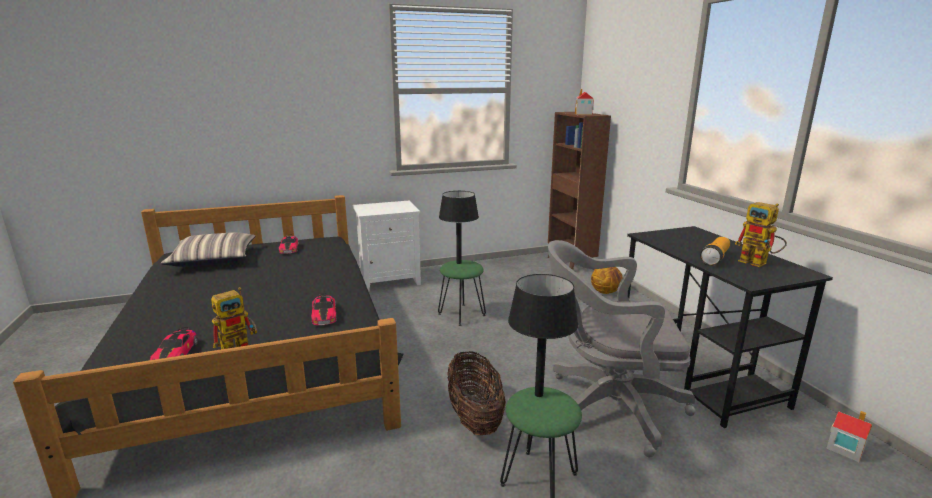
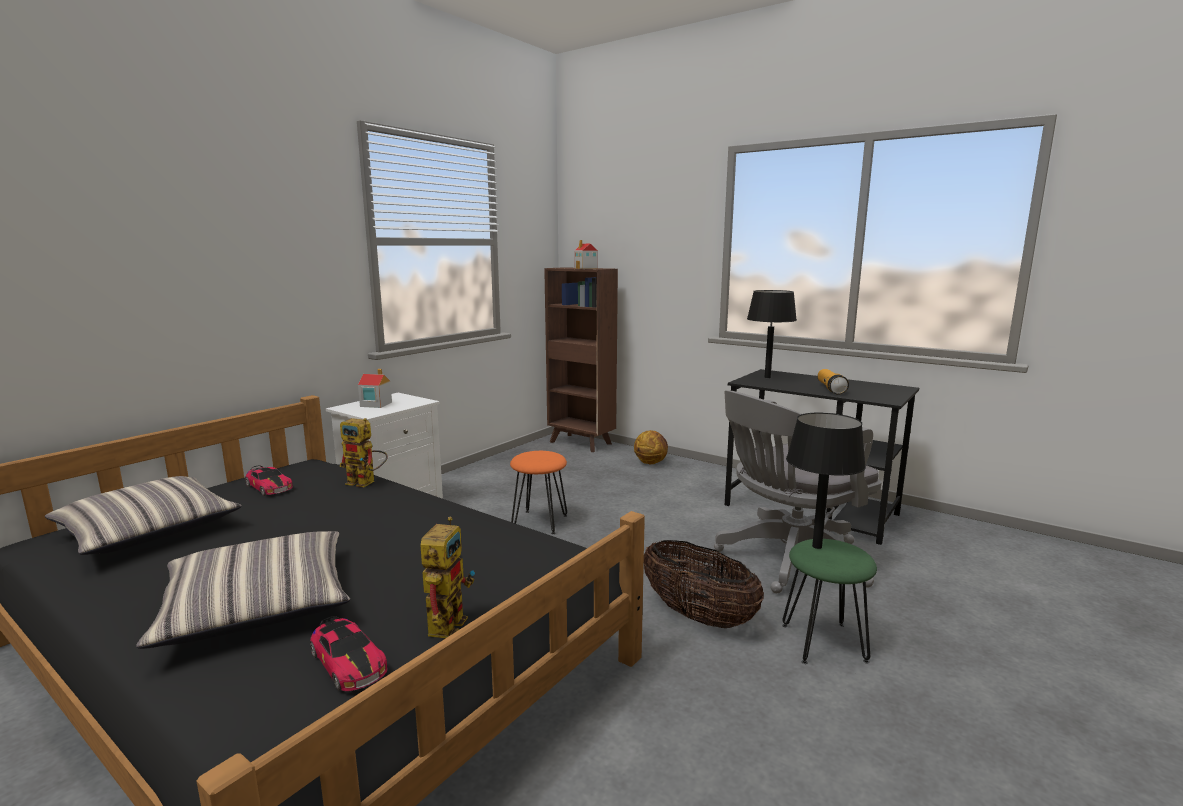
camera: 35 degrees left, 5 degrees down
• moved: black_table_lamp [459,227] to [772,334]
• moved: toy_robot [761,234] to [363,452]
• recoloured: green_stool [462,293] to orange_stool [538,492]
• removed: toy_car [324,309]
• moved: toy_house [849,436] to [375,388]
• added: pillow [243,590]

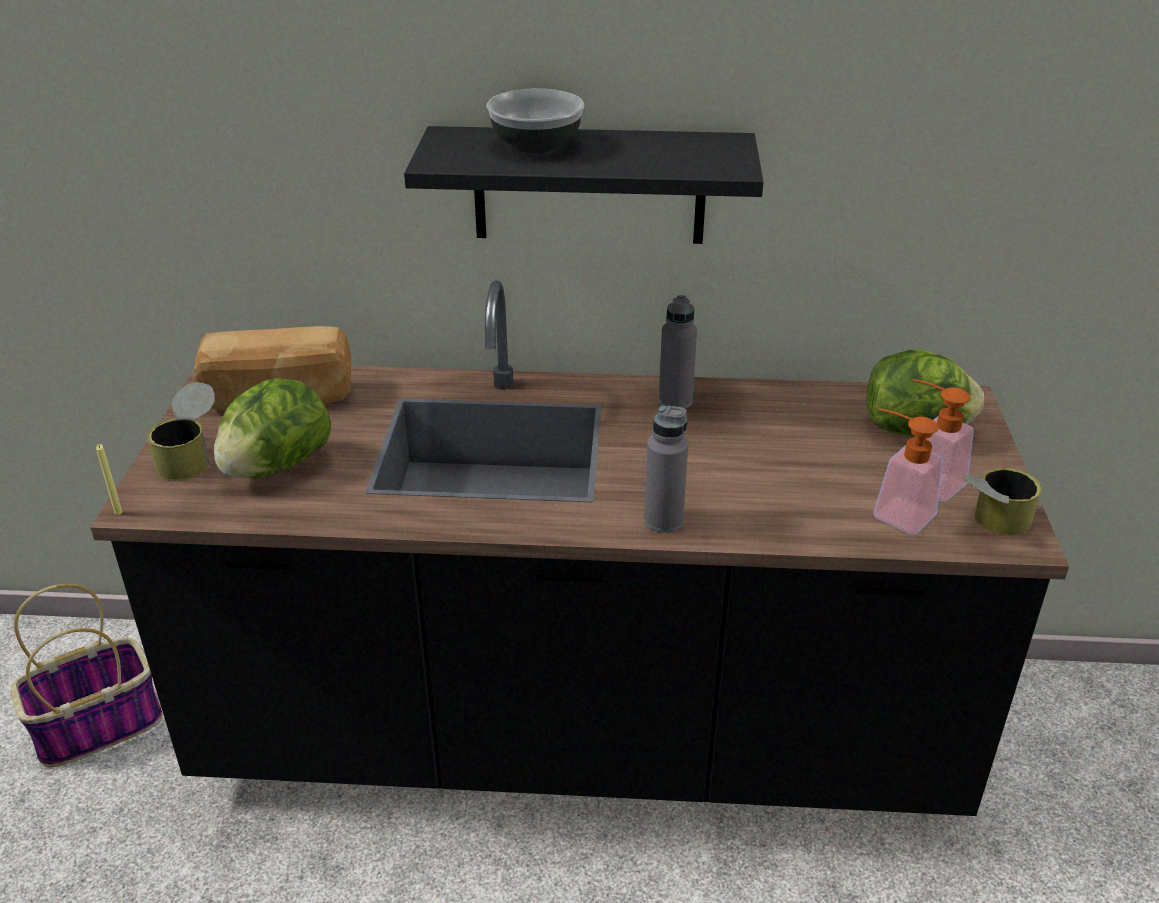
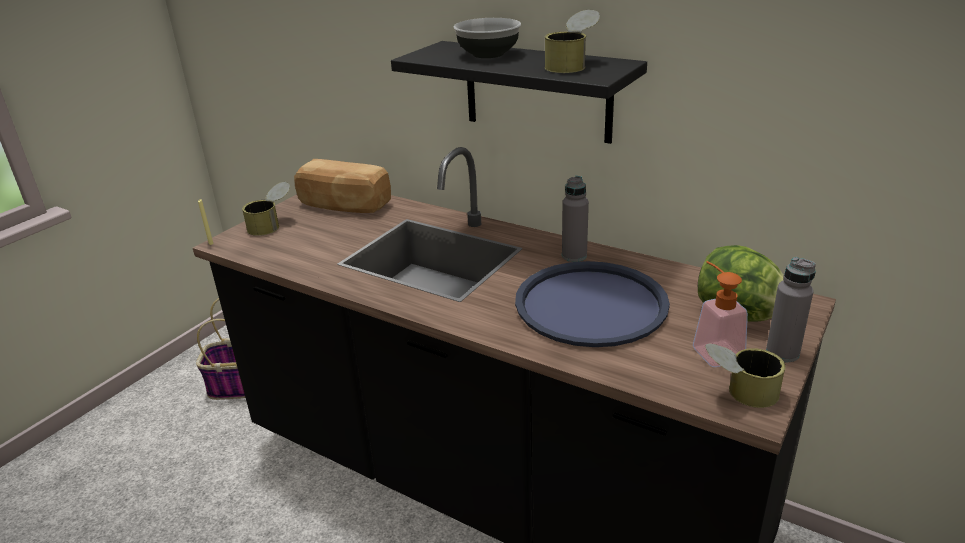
camera: 30 degrees right, 5 degrees down
• removed: lettuce [272,428]
• moved: grey_bottle [666,469] to [791,309]
• removed: soap_dispenser [908,471]
• added: can [572,41]
• added: blue_tray [592,304]

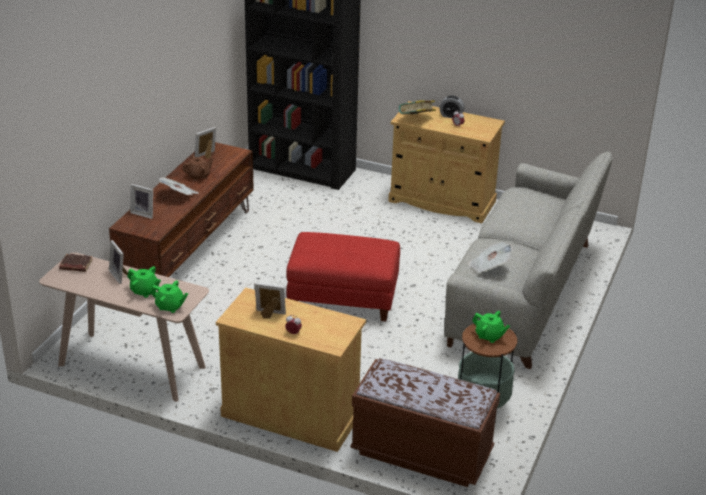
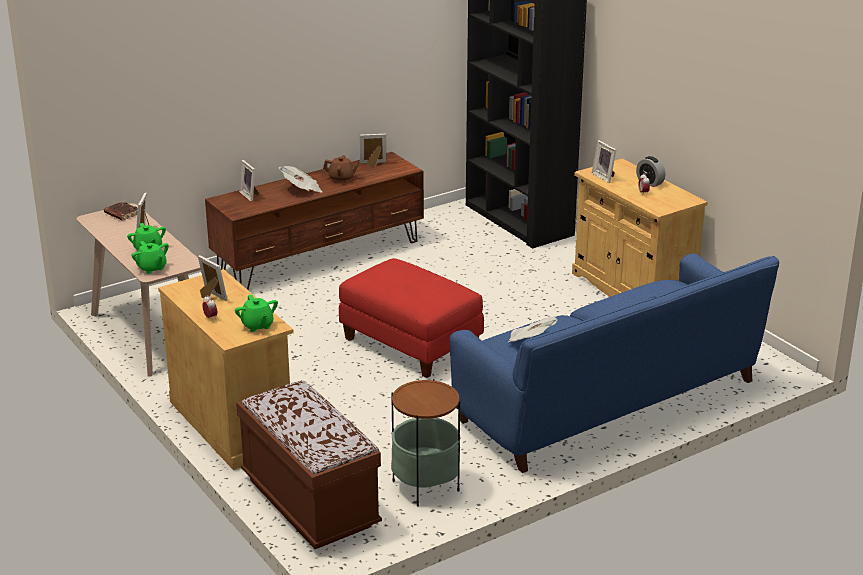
camera: 35 degrees right, 5 degrees down
• replaced: book [417,107] to picture_frame [604,161]
• recoloured: grey_sofa [528,260] to blue_sofa [614,363]
• moved: green_teapot [491,327] to [256,313]

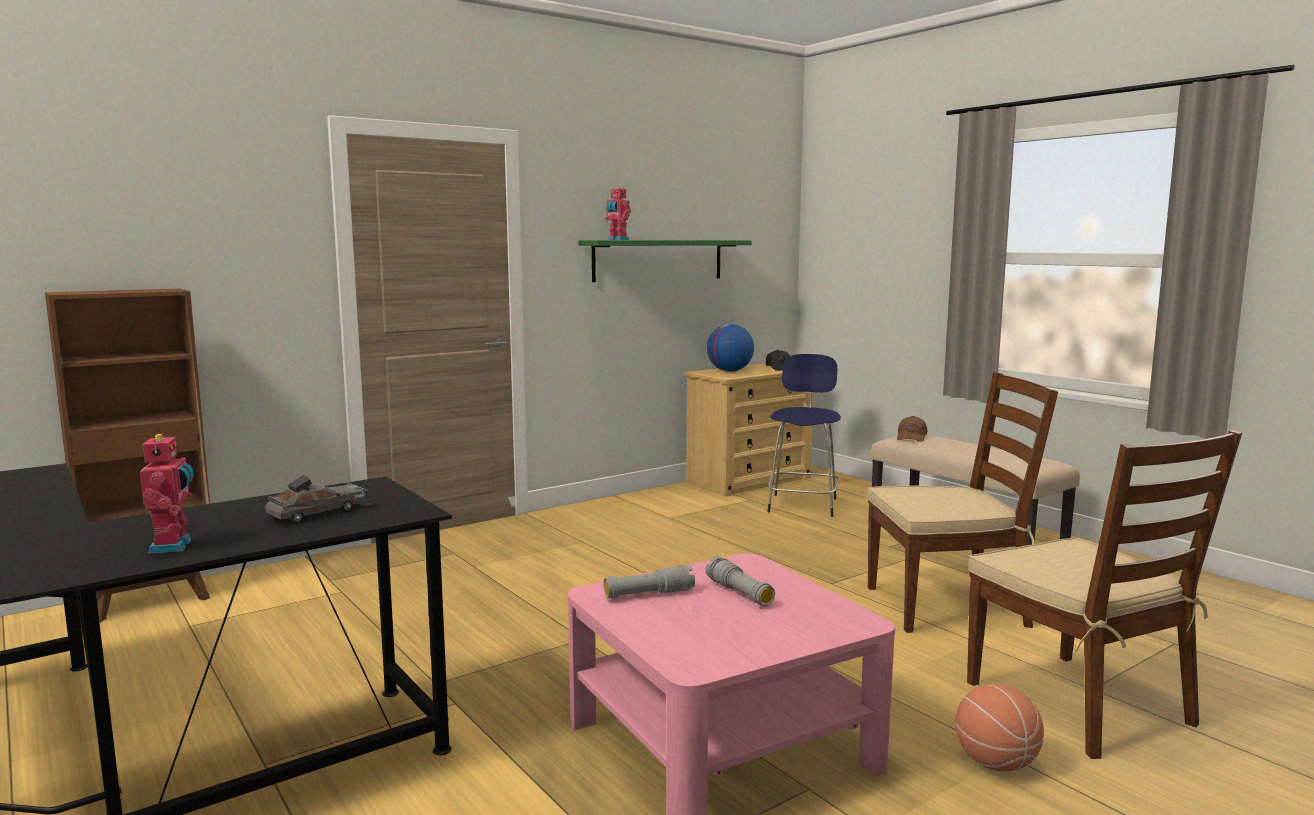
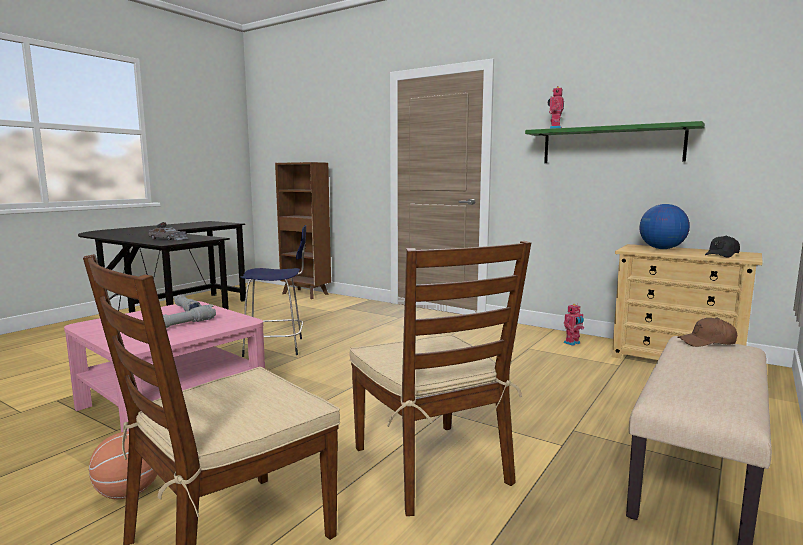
camera: 70 degrees right, 0 degrees up
• moved: blue_stool [804,435] to [273,291]
• moved: toy_robot [167,493] to [574,325]

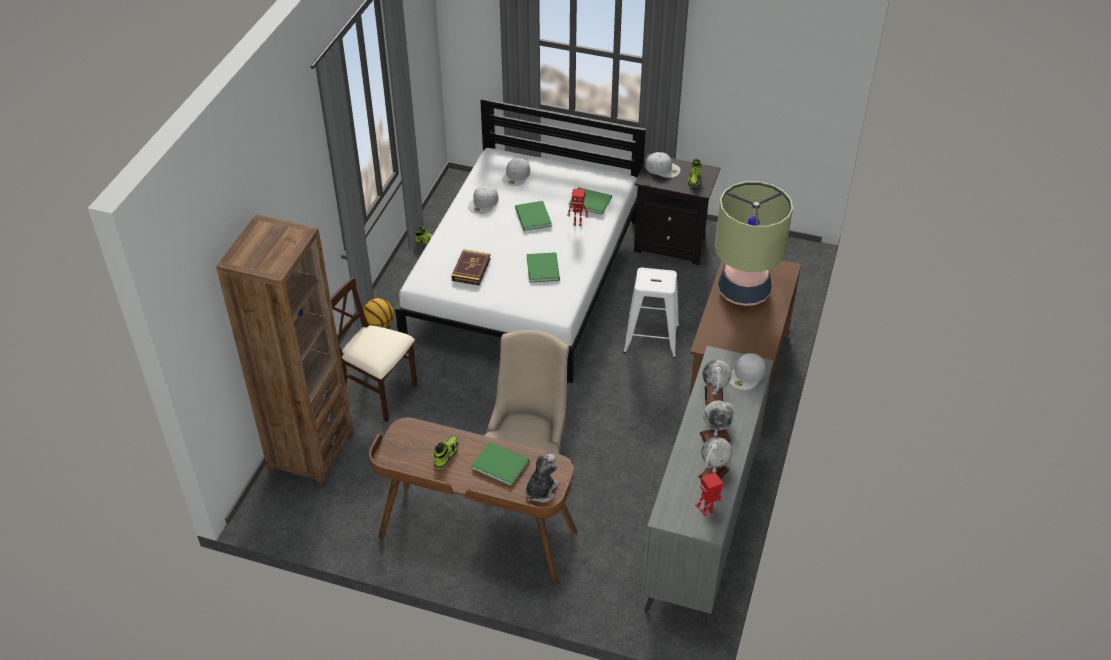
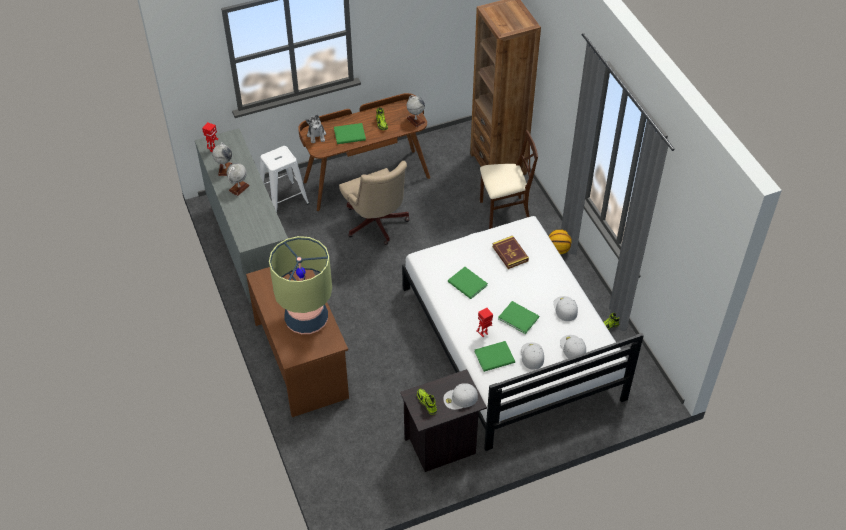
camera: 140 degrees right, 5 degrees up
• moved: white_stool [651,312] to [284,179]
• moved: white_cap [747,371] to [532,356]
• moved: globe [717,383] to [415,111]

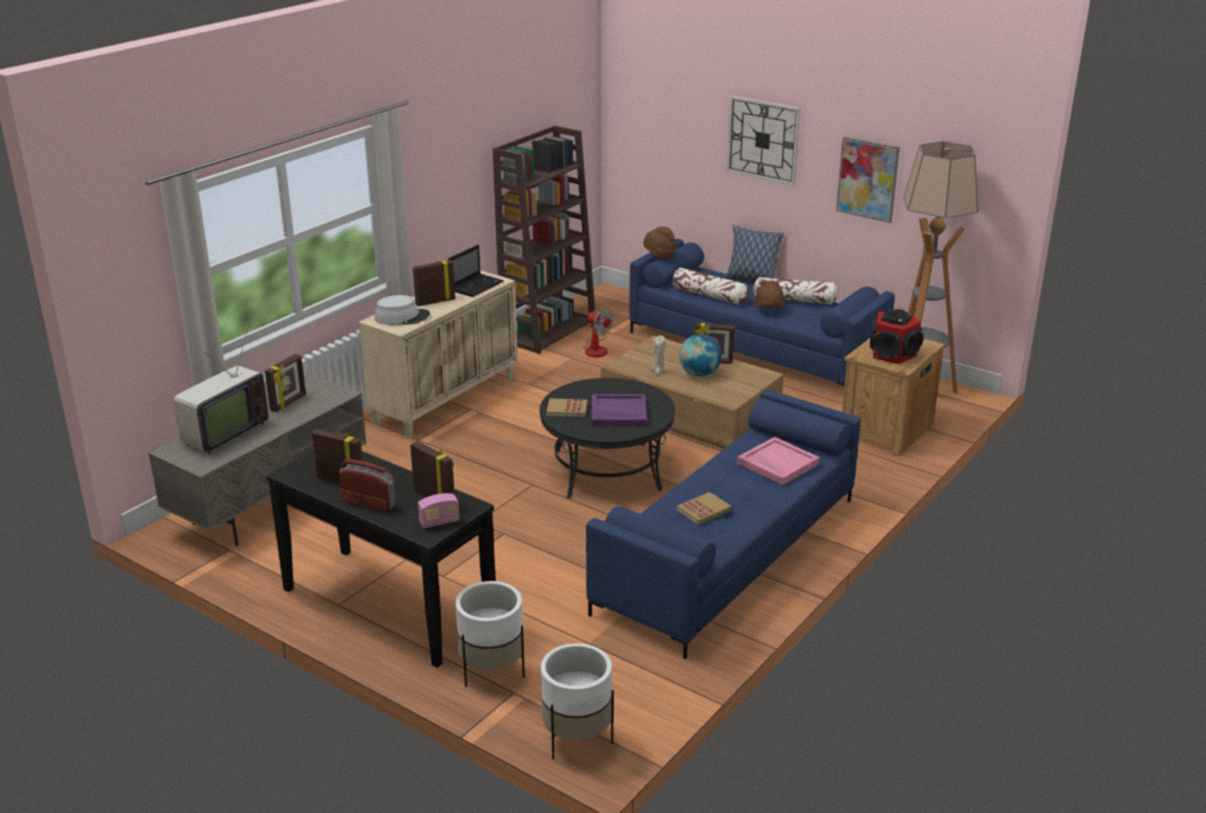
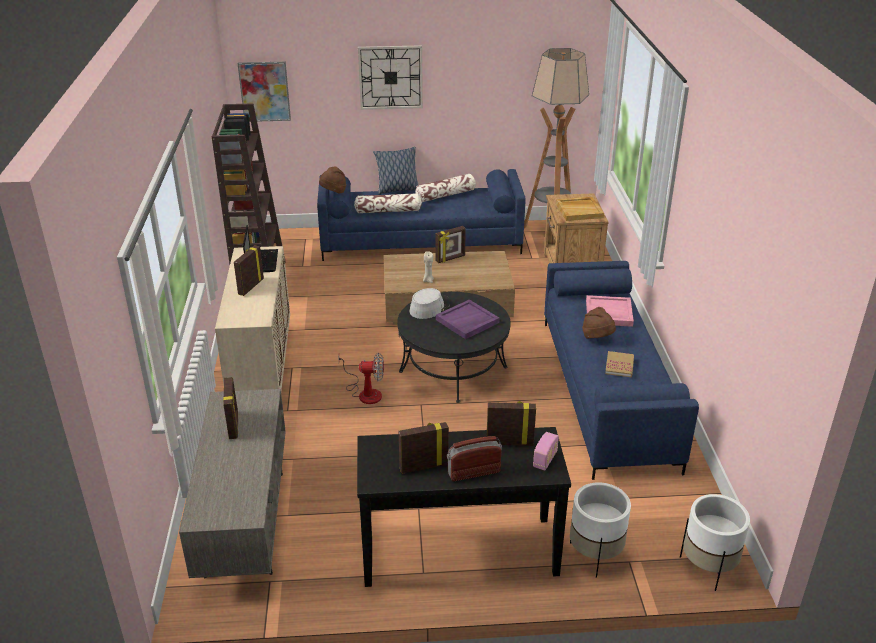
camera: 40 degrees left, 5 degrees up
• moved: picture [868,180] to [264,92]
• moved: brown_hat [769,293] to [599,323]
• moved: grey_hat [402,310] to [430,303]
• moved: fan [599,332] to [361,378]
• replaced: speaker [896,336] to beige_tray [580,209]
• removed: television [221,391]
• removed: globe [700,355]
• removed: book [566,408]

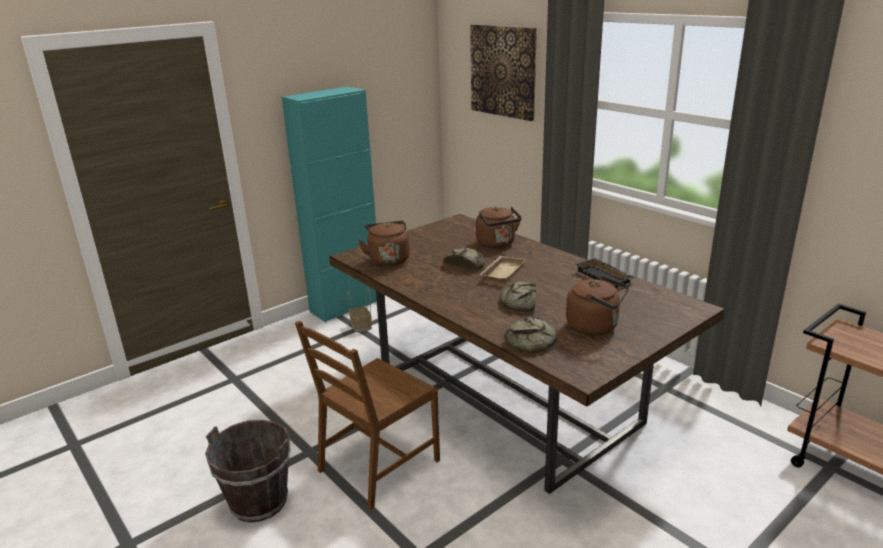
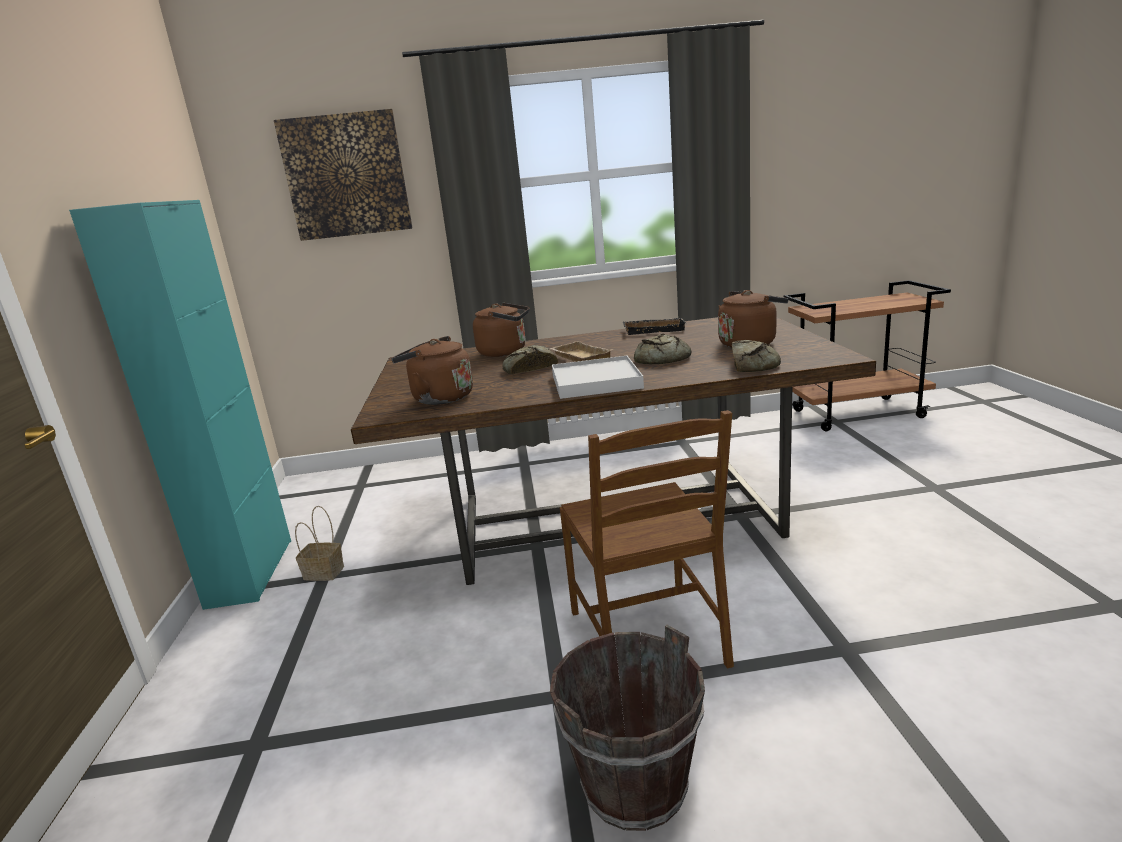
camera: 55 degrees left, 5 degrees down
• added: white_tray [598,377]

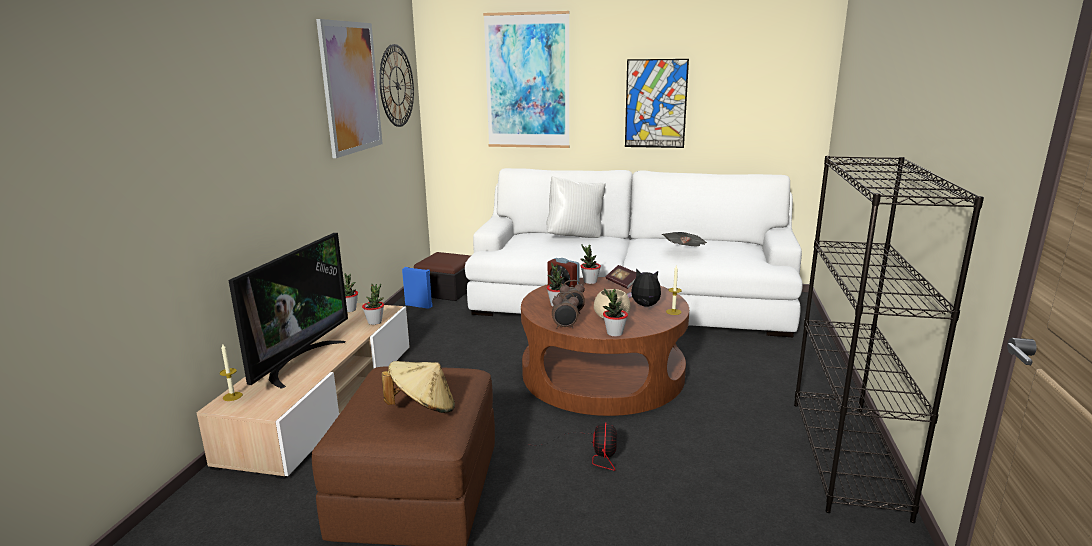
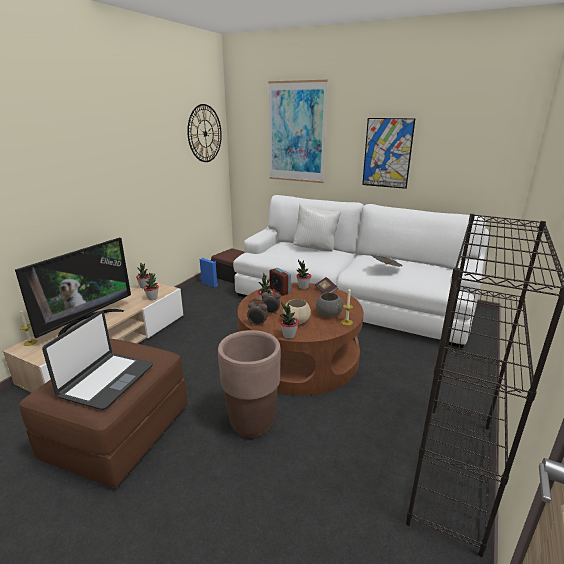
camera: 15 degrees right, 5 degrees up
• removed: picture [349,88]
• replaced: plush_toy [644,287] to grey_bowl [329,305]
• replaced: beige_hat [418,387] to laptop [97,360]
• replaced: fan [580,446] to brown_planter [249,384]

